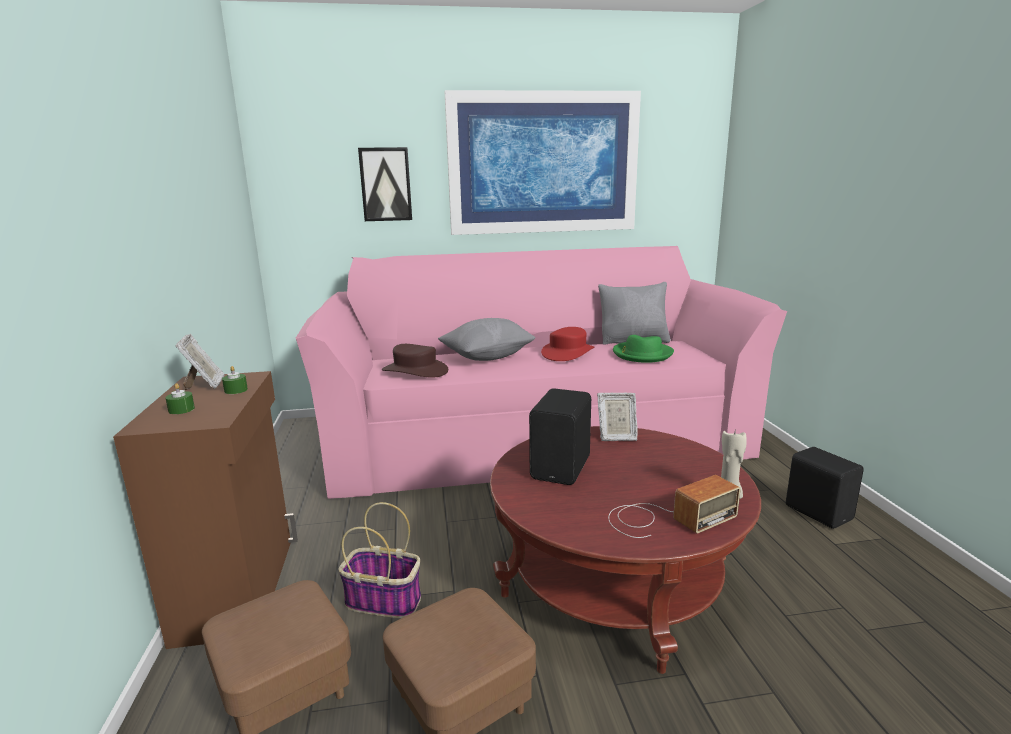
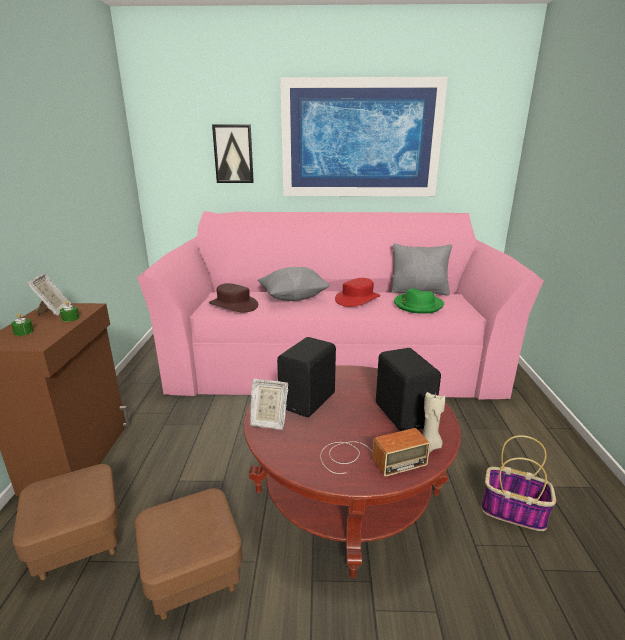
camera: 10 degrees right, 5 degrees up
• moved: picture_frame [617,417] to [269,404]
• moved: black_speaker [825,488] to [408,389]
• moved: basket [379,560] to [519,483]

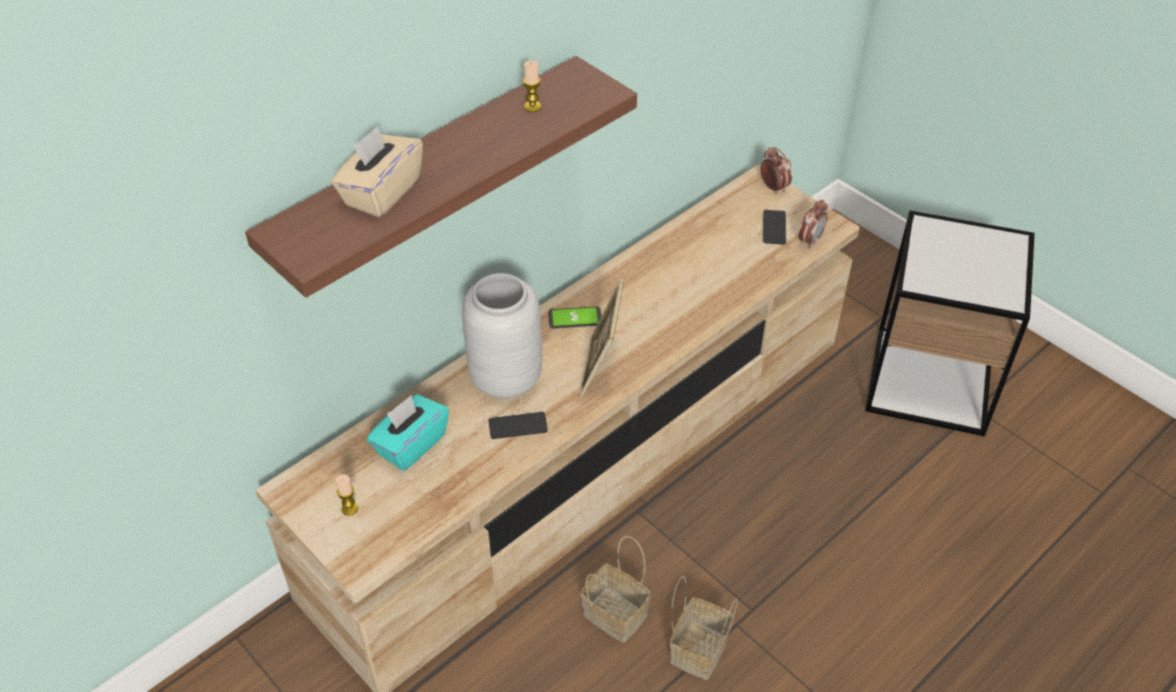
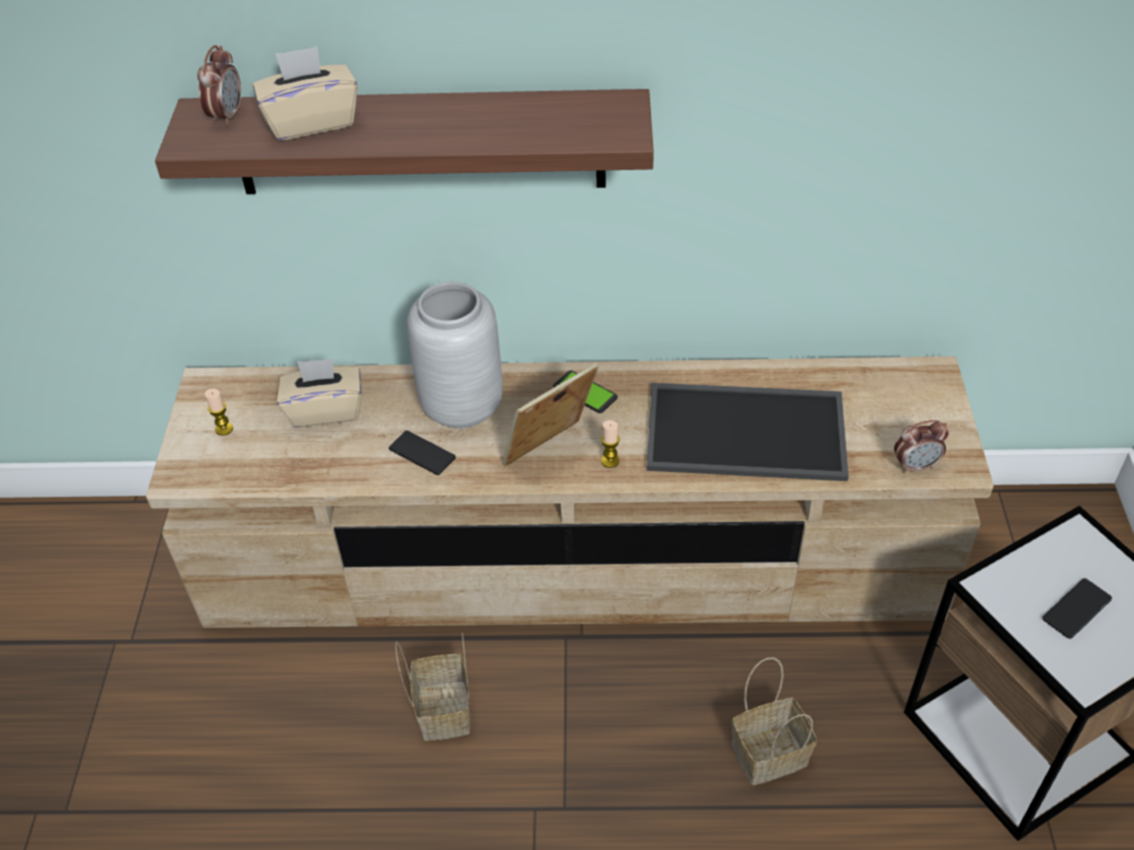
camera: 45 degrees right, 0 degrees up
• moved: candle [532,86] to [610,444]
• moved: alarm_clock [776,170] to [219,85]
• moved: phone [774,227] to [1077,608]
• recoloured: turquoise_tissue_box [408,432] to beige_tissue_box [319,393]
• moved: basket [704,628] to [774,721]
• added: tray [748,432]

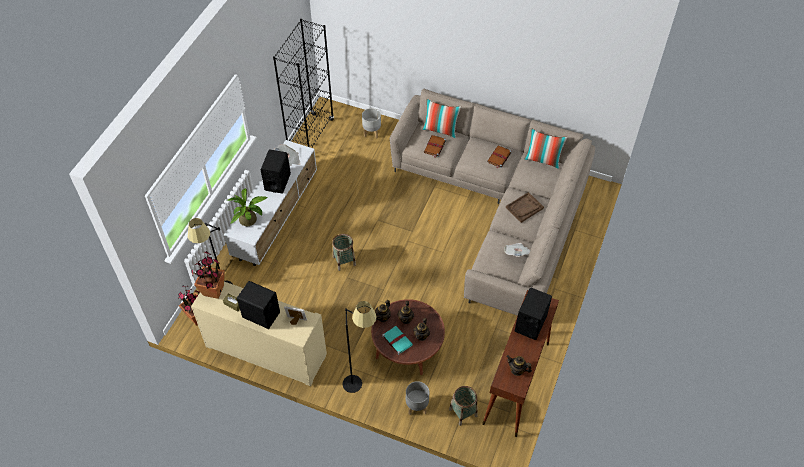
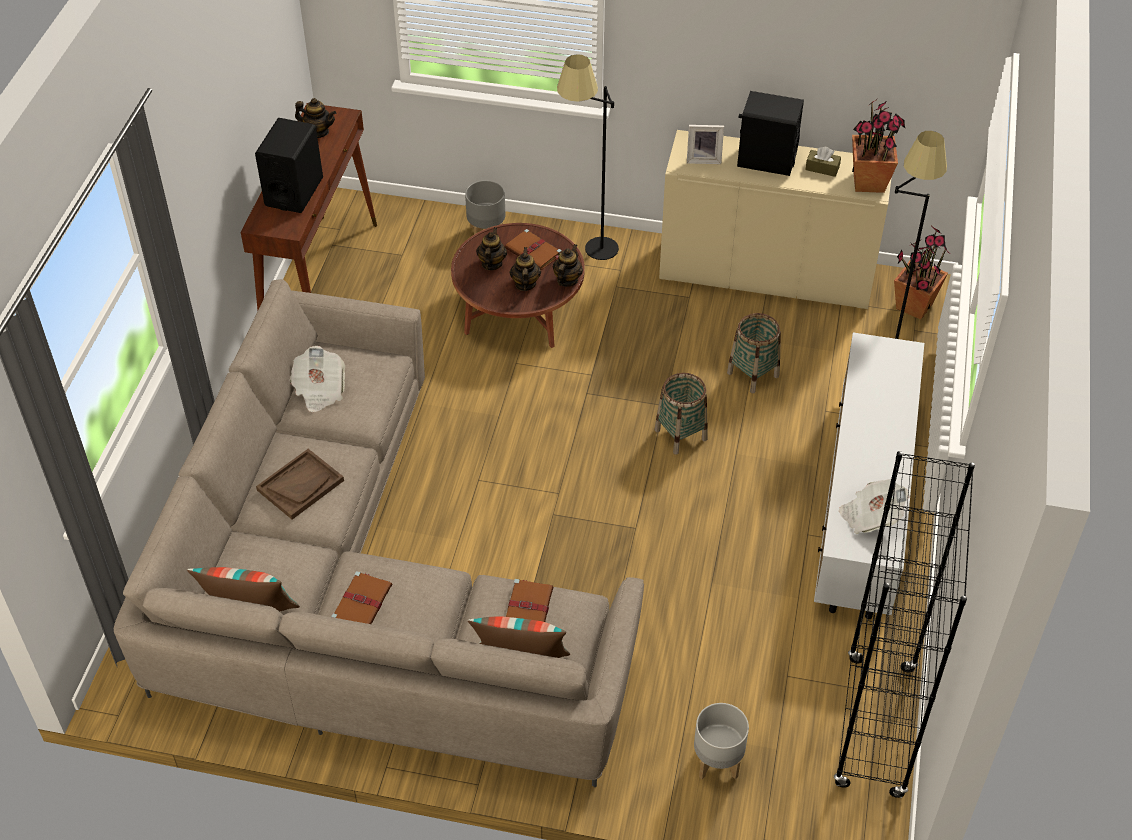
camera: 170 degrees right, 5 degrees down
• removed: black_speaker [276,171]
• removed: potted_plant [247,207]
• recoloured: turquoise_book [397,340] to brown_book [533,249]
• moved: basket [463,406] to [754,353]

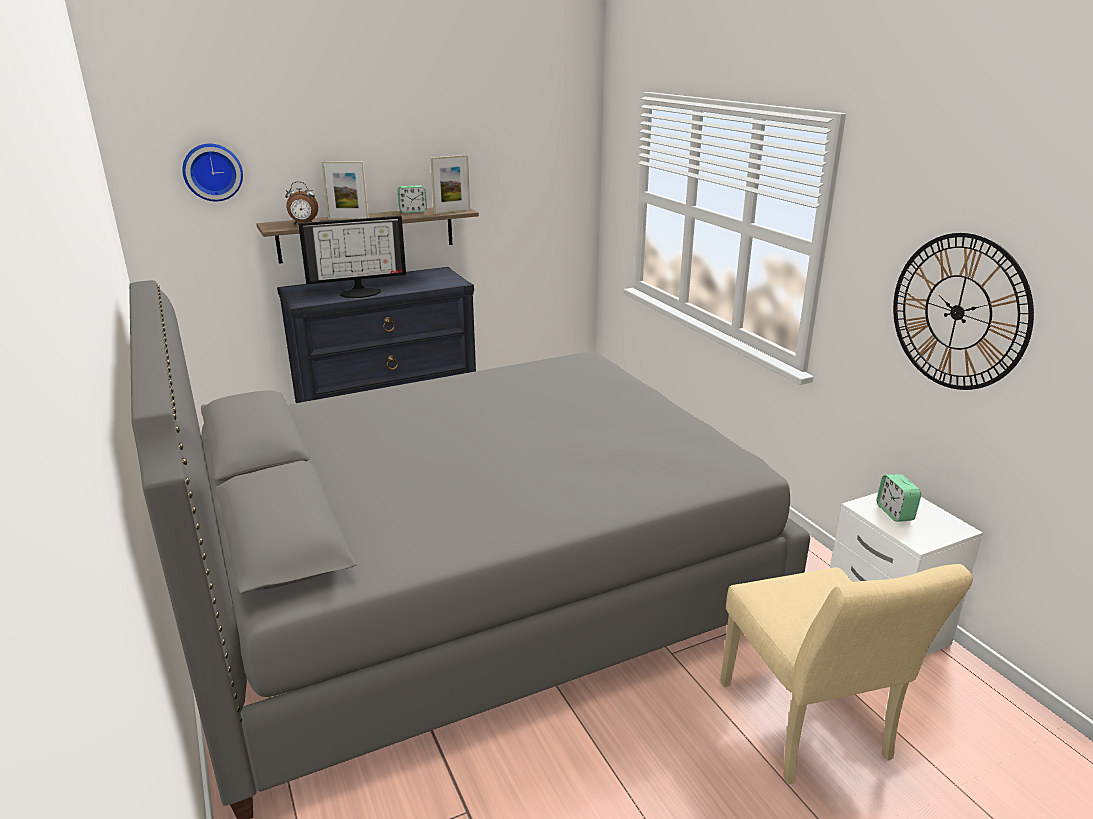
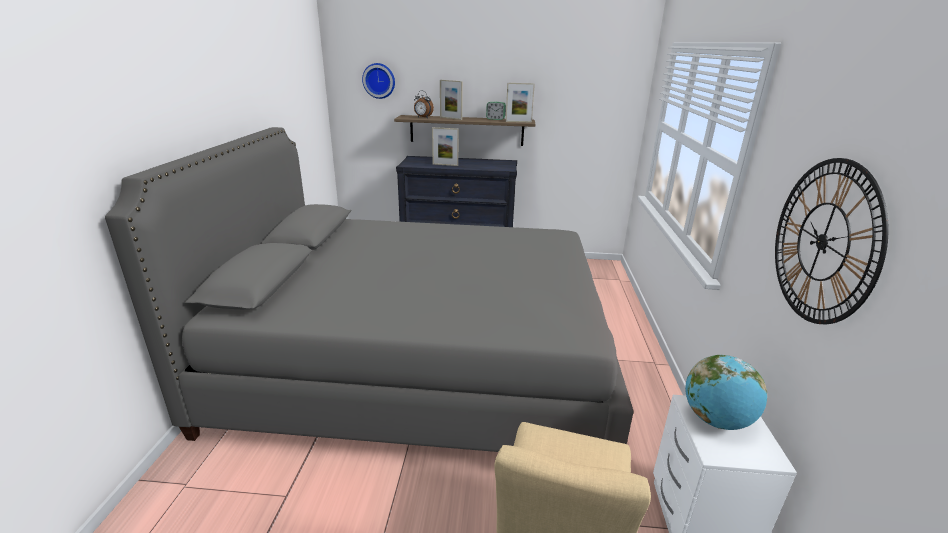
camera: 30 degrees right, 0 degrees up
• replaced: monitor [352,257] to picture_frame [445,146]
• replaced: alarm_clock [899,498] to globe [726,392]

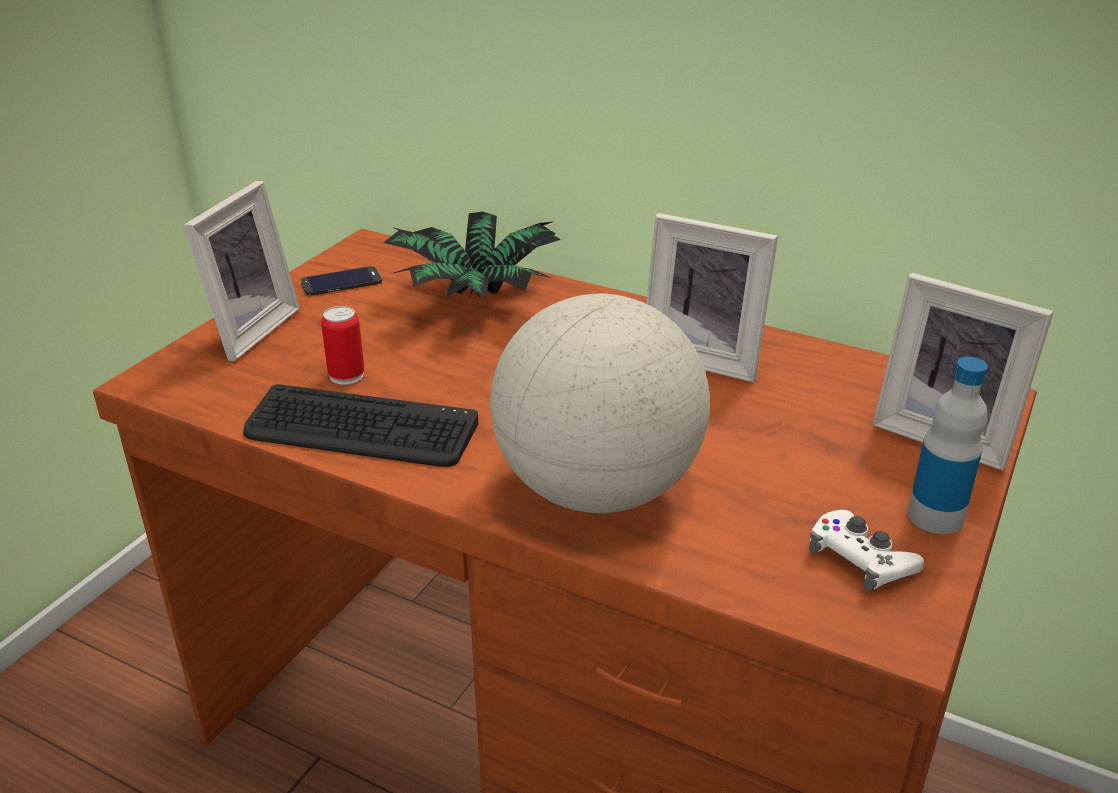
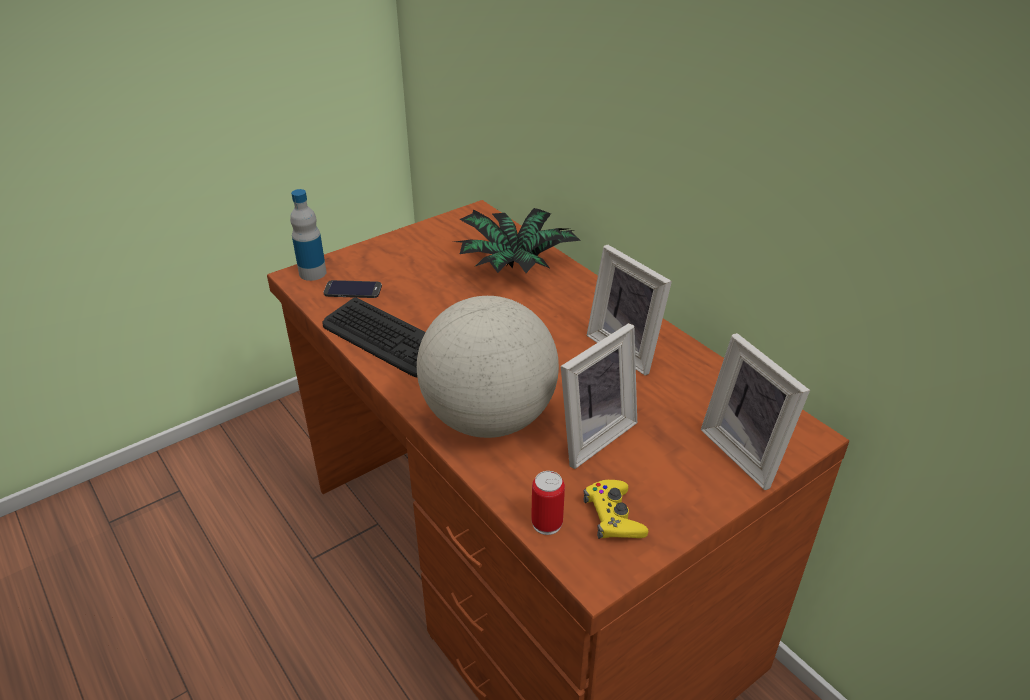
camera: 25 degrees right, 5 degrees up
• moved: picture_frame [242,271] to [599,396]
• moved: phone [341,281] to [352,289]
• moved: can [342,345] to [548,503]
• moved: bottle [948,445] to [308,235]
• recoloured: white_game_controller [866,550] to yellow_game_controller [615,509]

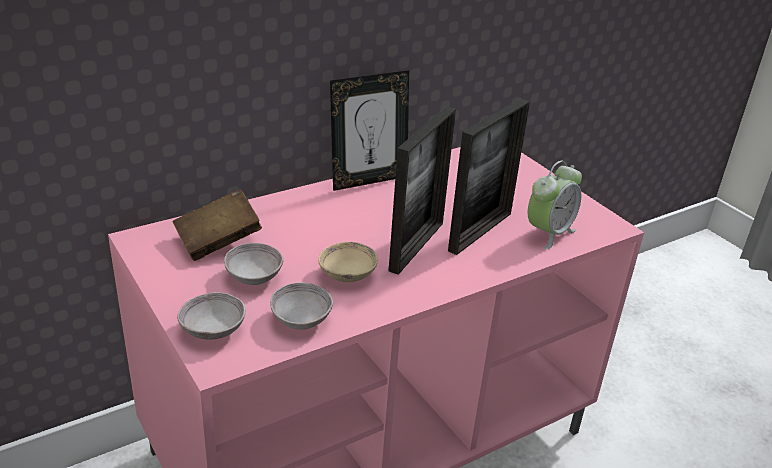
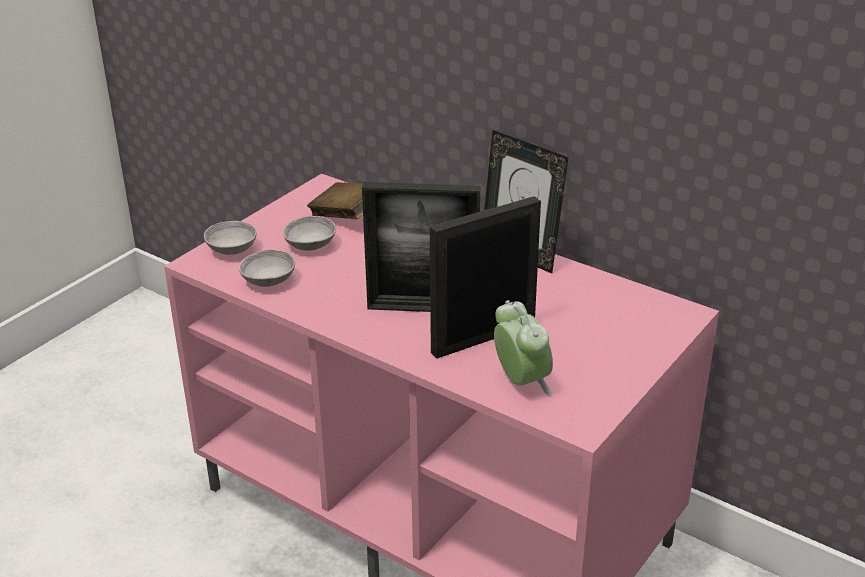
camera: 70 degrees right, 0 degrees up
• turned: picture_frame [489,176] = [485,277] 135 degrees clockwise
• turned: alarm_clock [555,205] = [523,348] 135 degrees counterclockwise
• removed: beige_bowl [348,262]

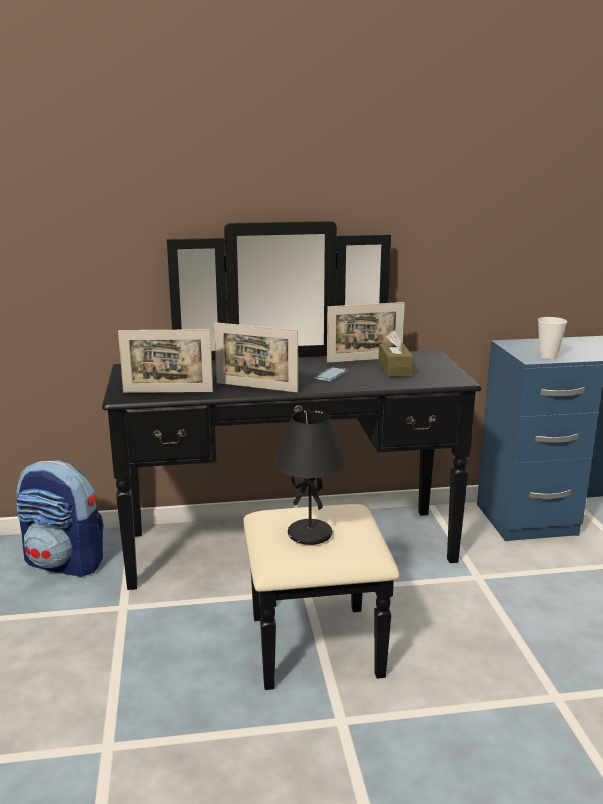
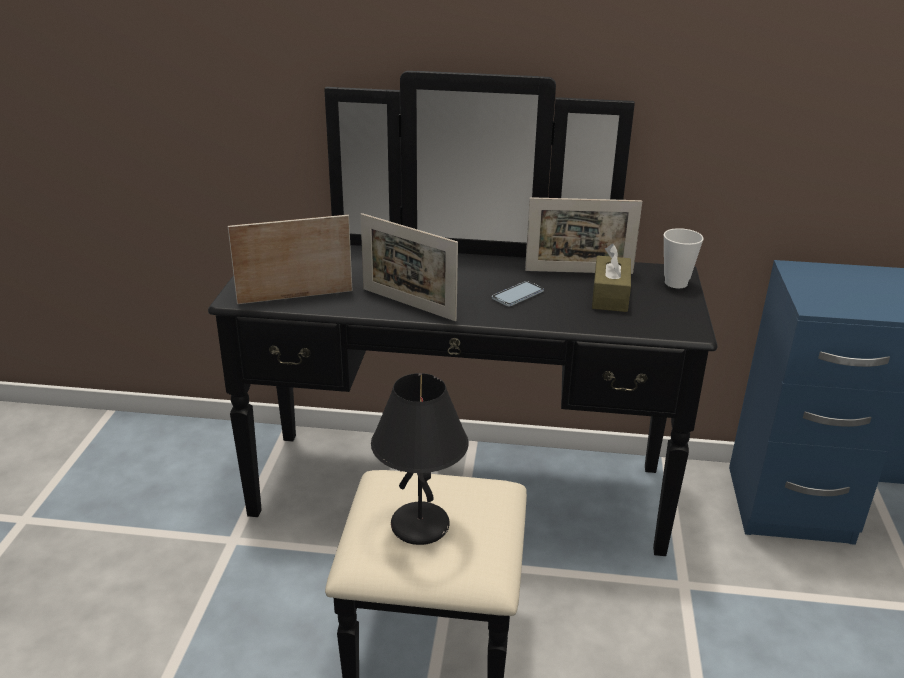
camera: 15 degrees right, 10 degrees up
• moved: cup [552,338] to [683,258]
• turned: picture_frame [165,361] = [290,259] 150 degrees clockwise
• removed: backpack [60,518]

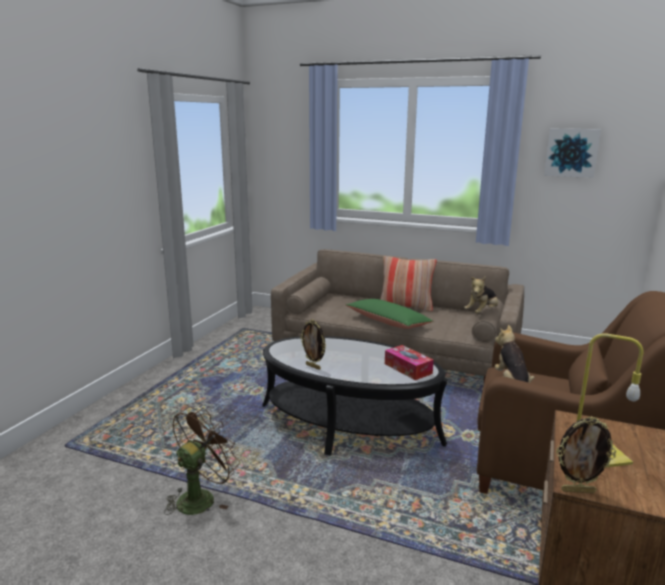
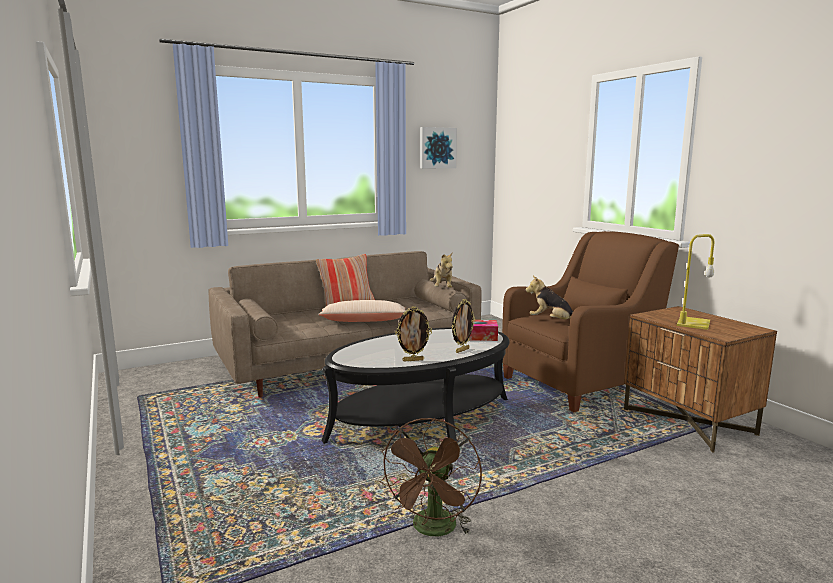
camera: 50 degrees left, 5 degrees down
• recoloured: green_pillow [389,314] to beige_pillow [362,311]
• turned: brown_fan [202,461] = [430,477] 150 degrees counterclockwise
• moved: picture_frame [586,454] to [463,326]

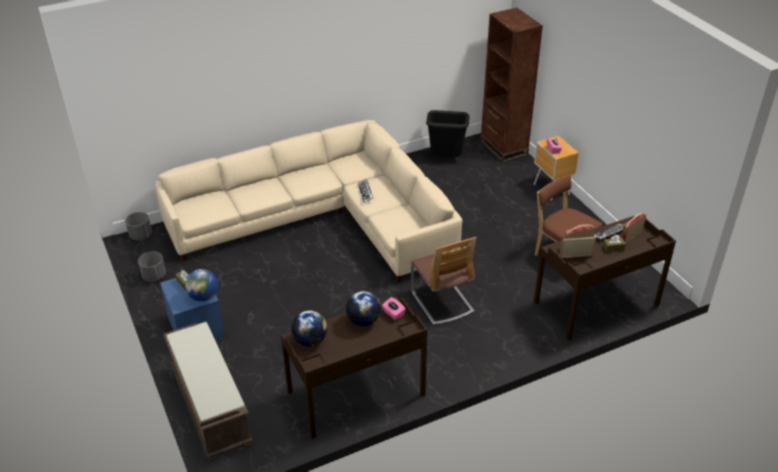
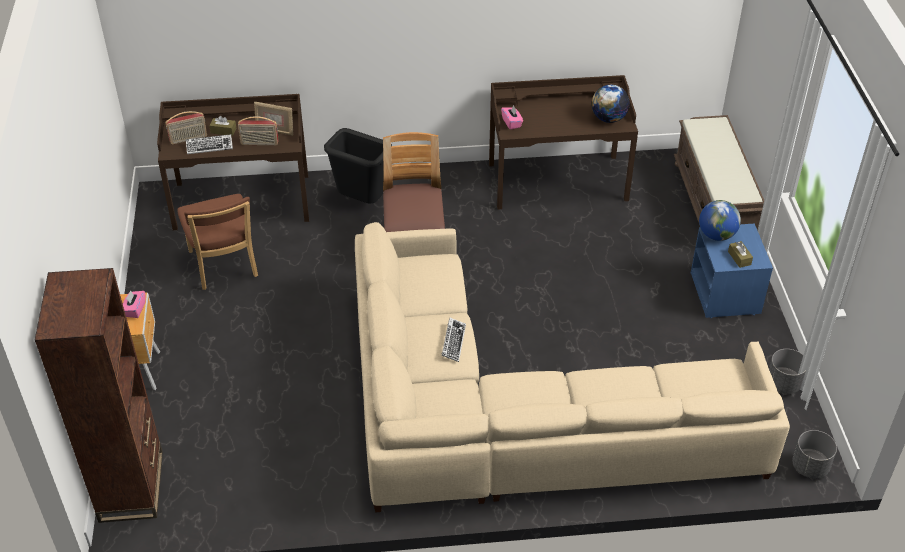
camera: 160 degrees left, 5 degrees up
• moved: black_trash_can [447,133] to [358,166]
• removed: globe [363,308]

